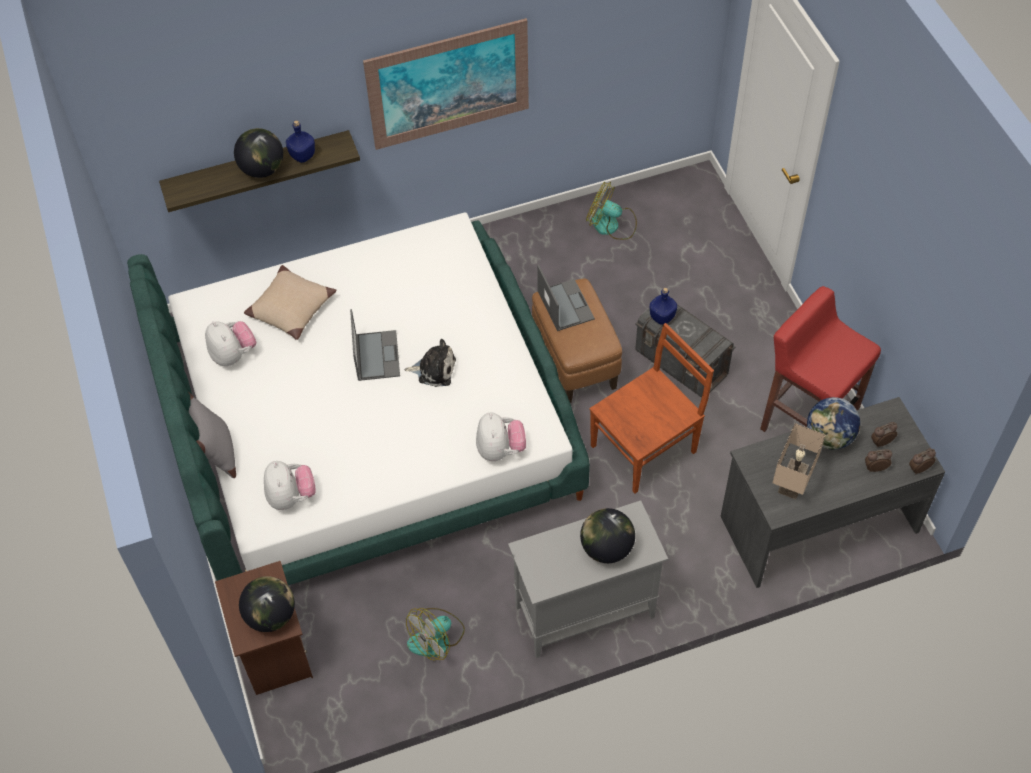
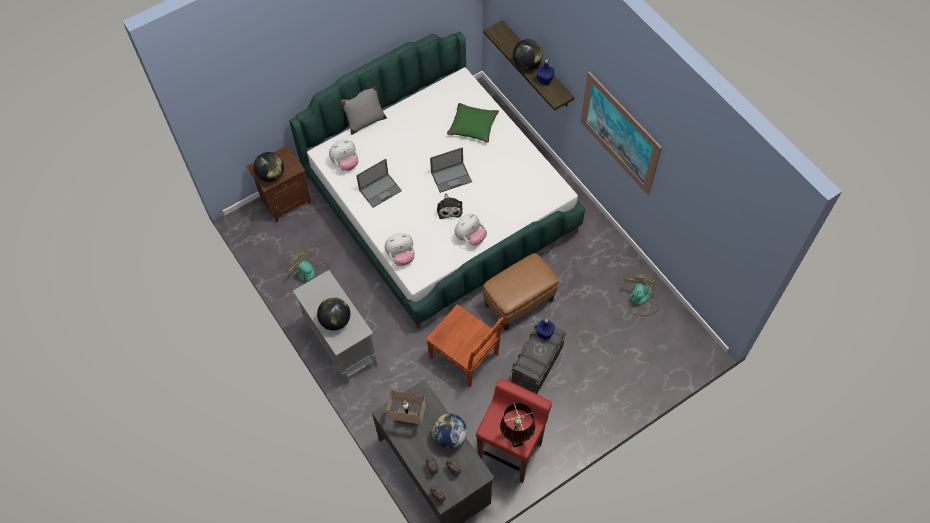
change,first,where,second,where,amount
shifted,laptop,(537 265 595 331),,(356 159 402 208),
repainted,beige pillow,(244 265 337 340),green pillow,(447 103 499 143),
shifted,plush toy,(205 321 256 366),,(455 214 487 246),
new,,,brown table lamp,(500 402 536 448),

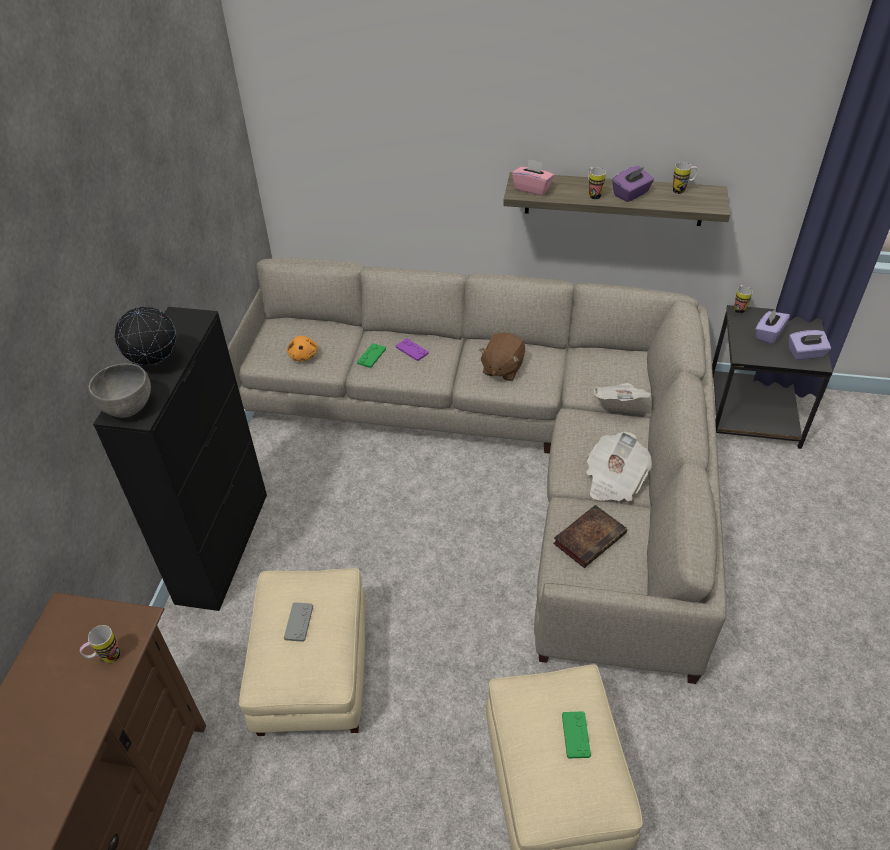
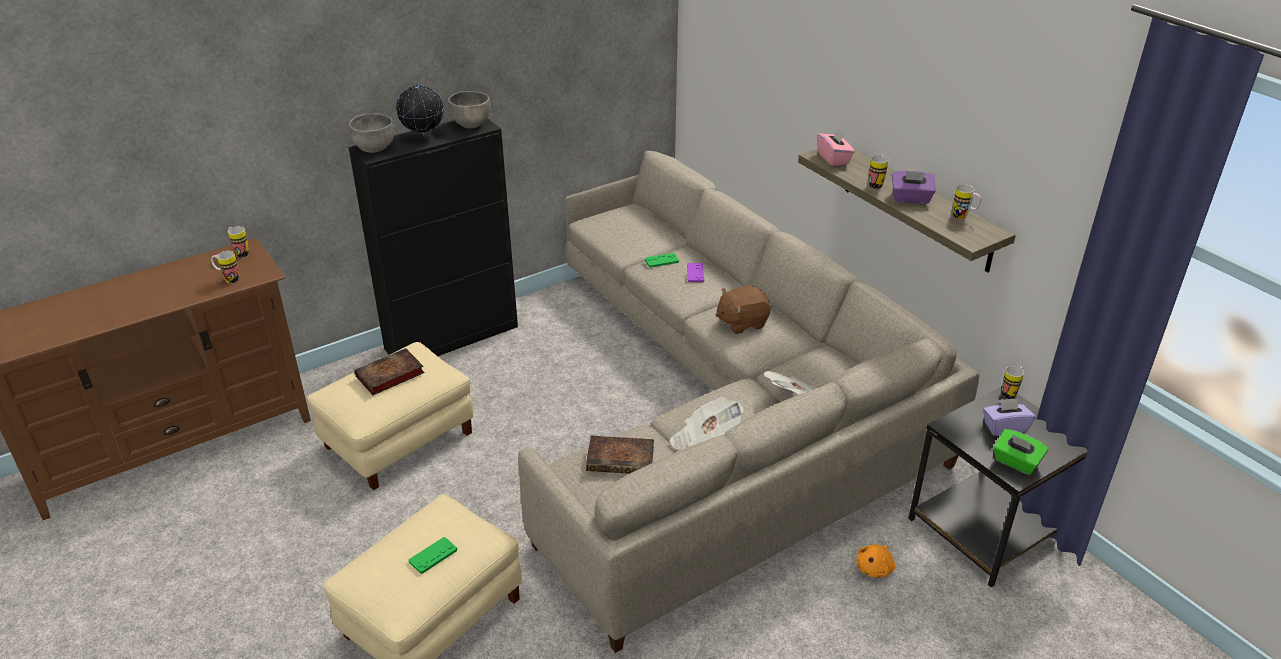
change,first,where,second,where,amount
new,,,mug,(228 226 249 258),
swapped,grey game controller,(284 602 313 642),book,(354 348 425 395),
new,,,grey bowl,(447 91 491 128),
shifted,orange plush toy,(287 336 318 361),,(856 544 896 578),
repainted,purple tissue box,(789 330 831 360),green tissue box,(994 429 1049 475),

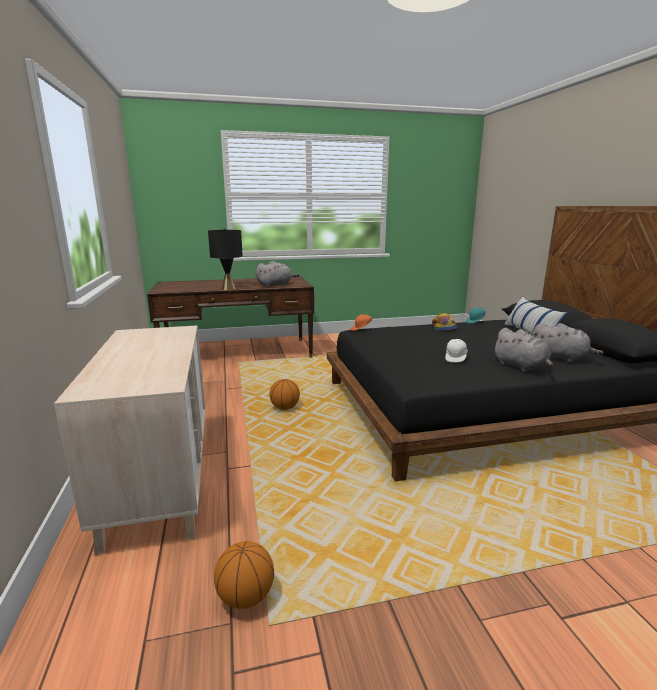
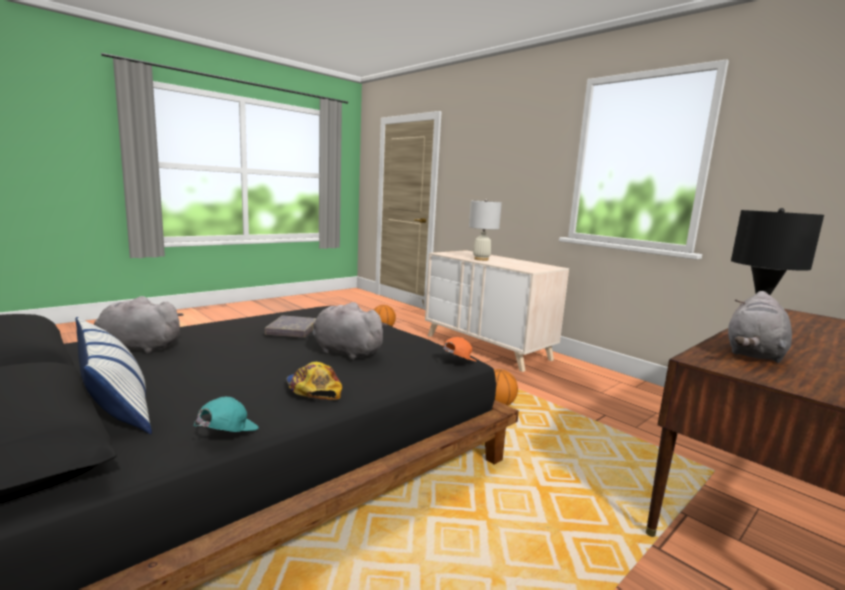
change,first,where,second,where,amount
swapped,white cap,(445 338 468 363),grey book,(265 316 317 337),
shifted,grey plush toy,(493 328 553 372),,(313 302 388 360),
new,,,white table lamp,(469 199 502 261),

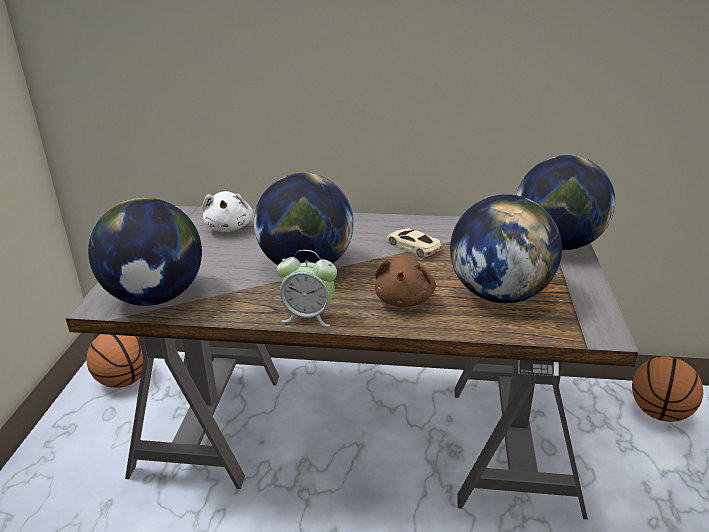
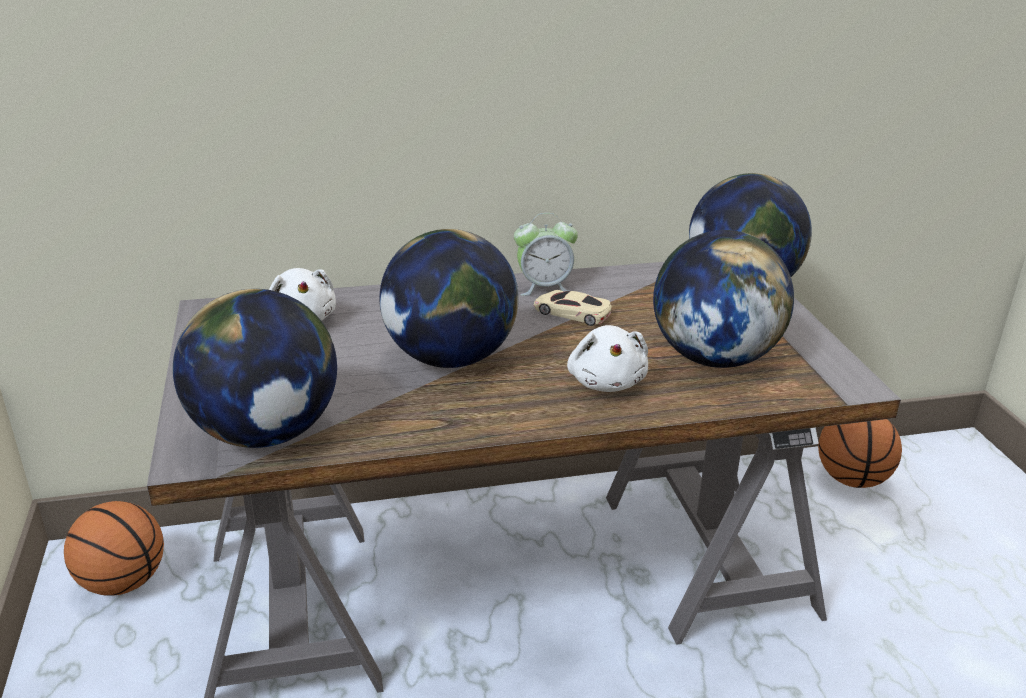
change,first,where,second,where,amount
shifted,alarm clock,(277 250 337 327),,(514 213 578 296),
repainted,brown plush toy,(375 257 436 307),white plush toy,(567 325 648 392),

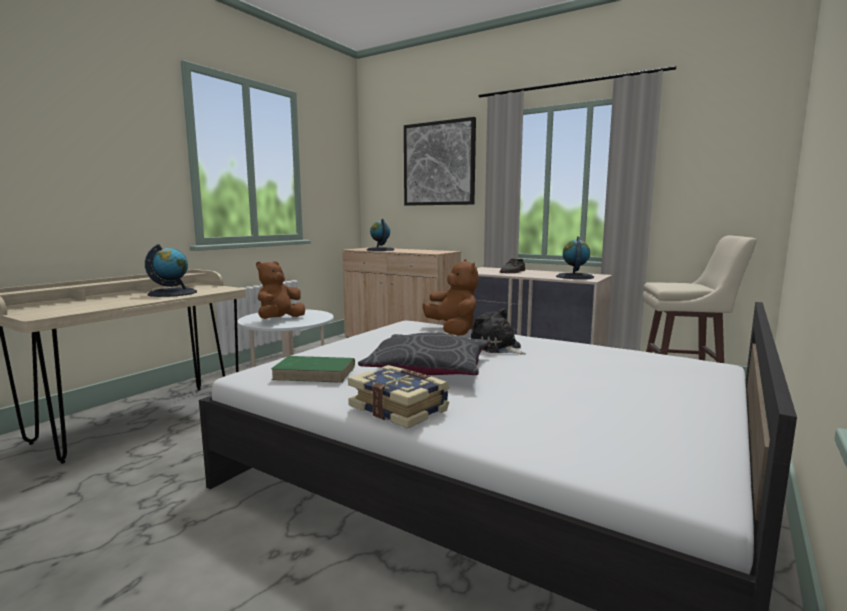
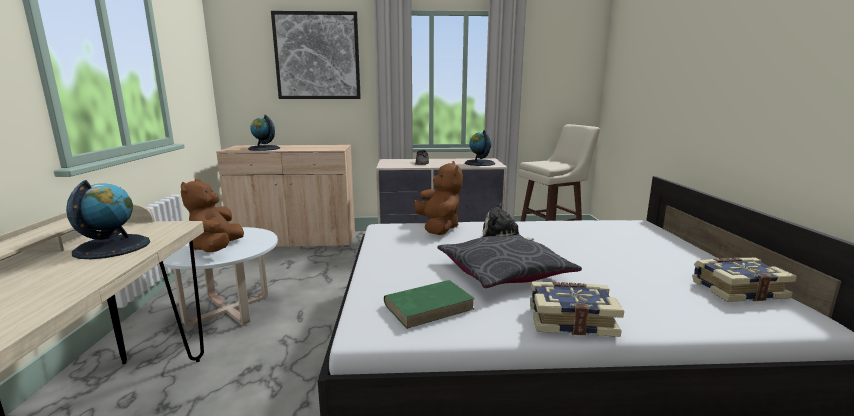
change,first,where,second,where,amount
rotated,brown plush toy,(423 259 479 336),,(414 161 463 235),45 degrees clockwise
new,,,book,(692 258 797 302),

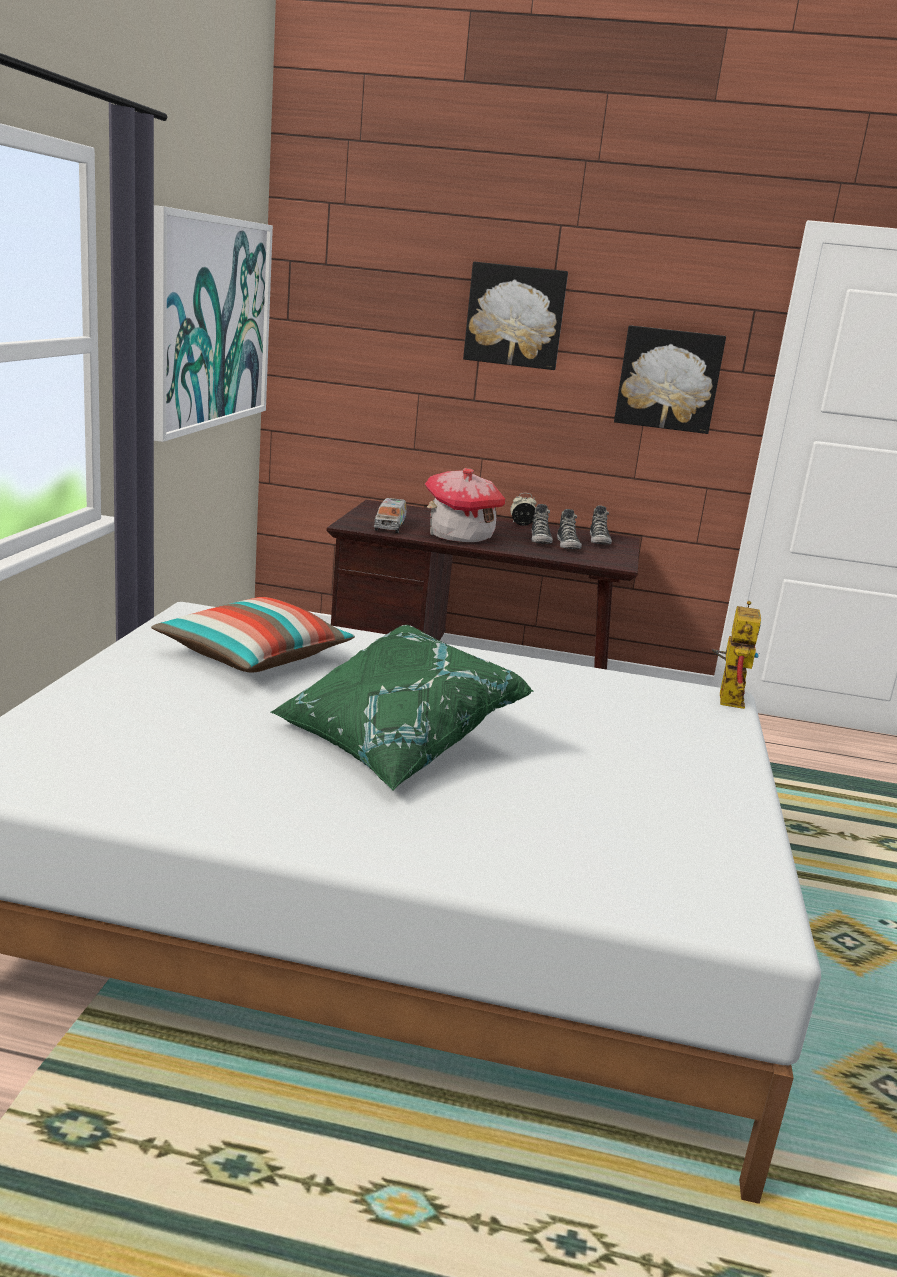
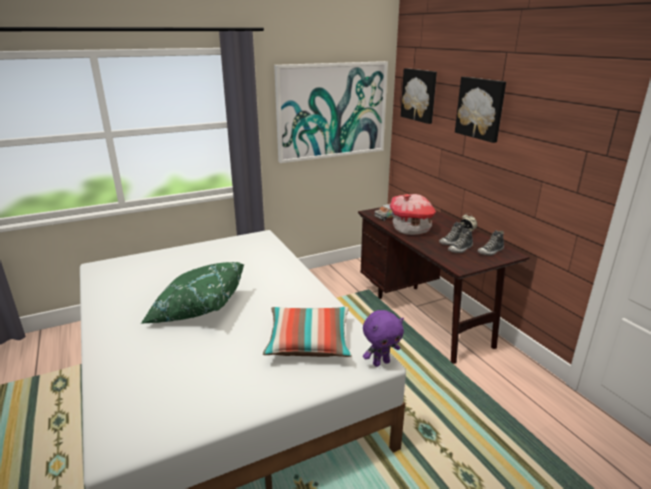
change,first,where,second,where,amount
shifted,pillow,(151 597 355 673),,(263 307 352 357),
swapped,toy robot,(711 601 761 709),purple plush toy,(363 310 404 367),
shifted,picture,(614 325 726 434),,(401 68 437 124),

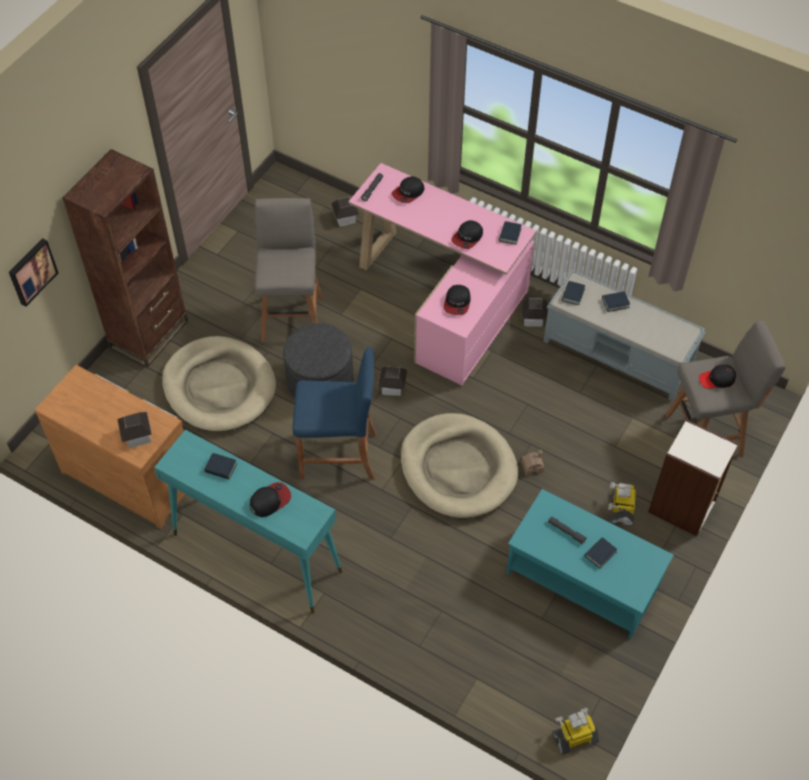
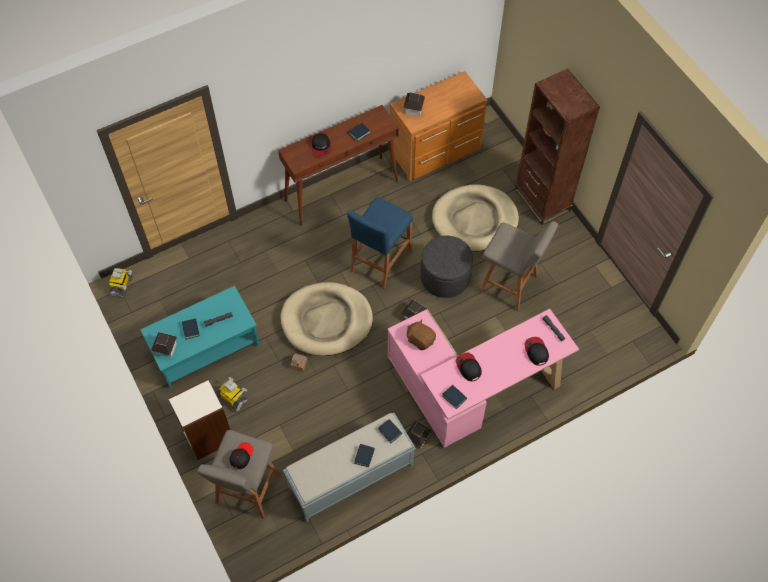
change,first,where,second,where,amount
shifted,toy house,(331 197 359 227),,(151 332 177 357),
repainted,turquoise console table,(154 430 342 614),brown console table,(278 105 399 226),
swapped,cap,(444 285 471 315),brown plush toy,(407 319 436 350),
gone,picture,(9 238 58 307),,,

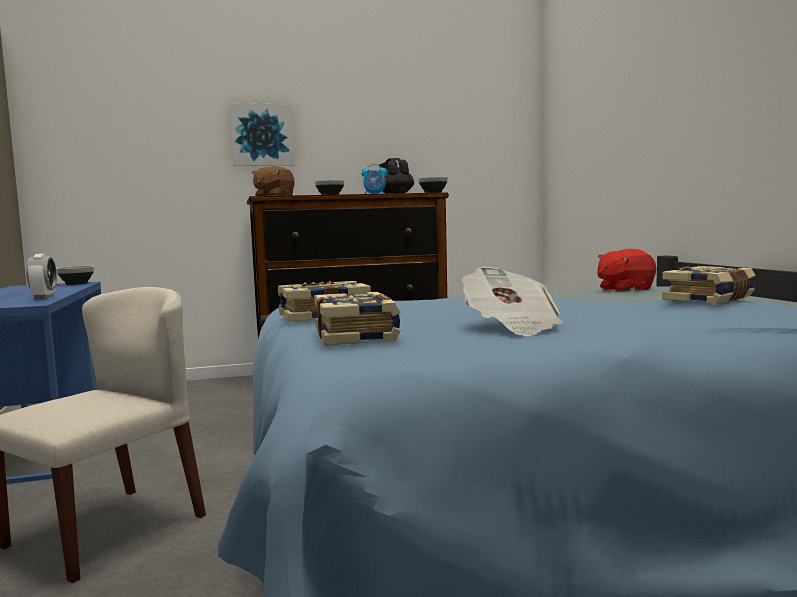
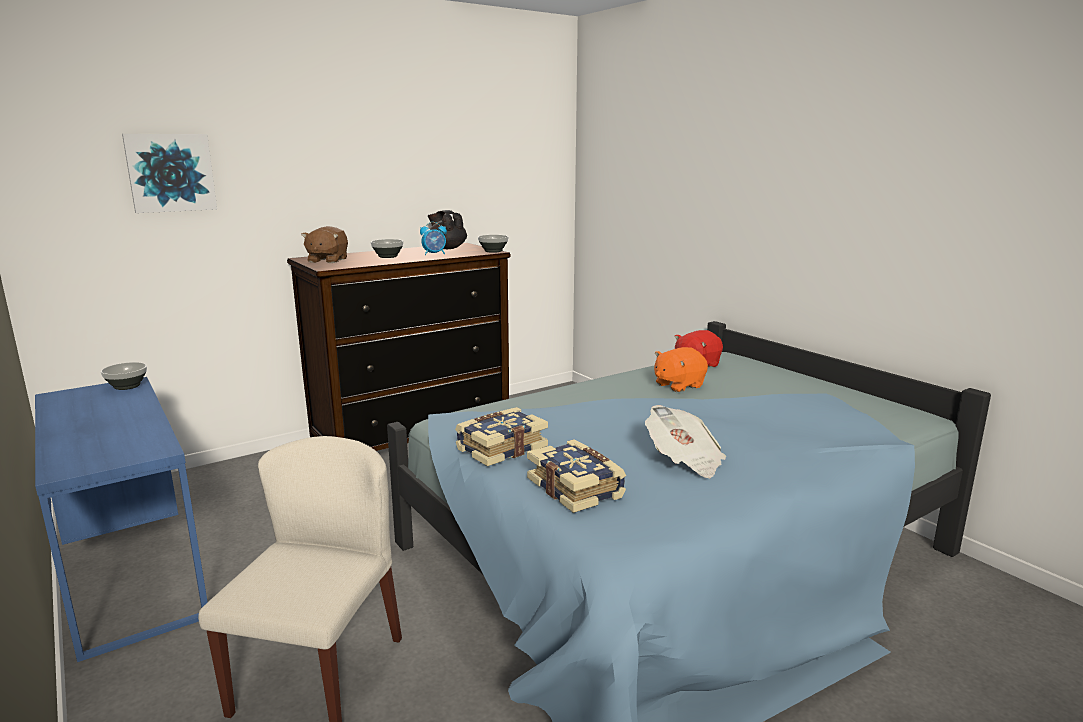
change,first,where,second,where,amount
shifted,picture,(230 103 294 166),,(122 134 217 213),
new,,,orange plush toy,(654 347 708 392),
gone,alarm clock,(26 254 57 300),,,
gone,book,(662 266 755 304),,,

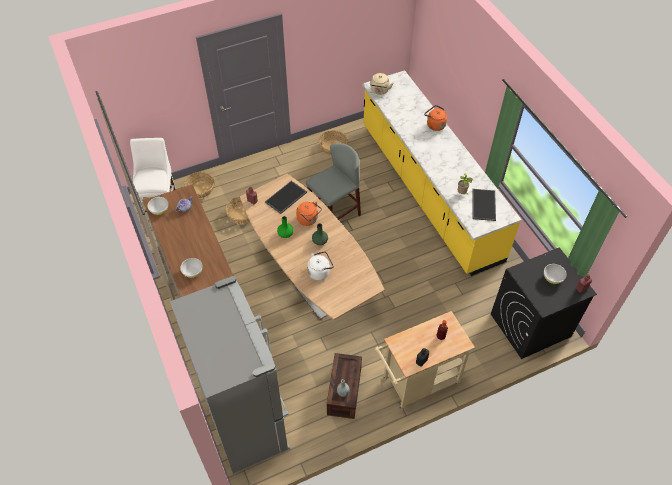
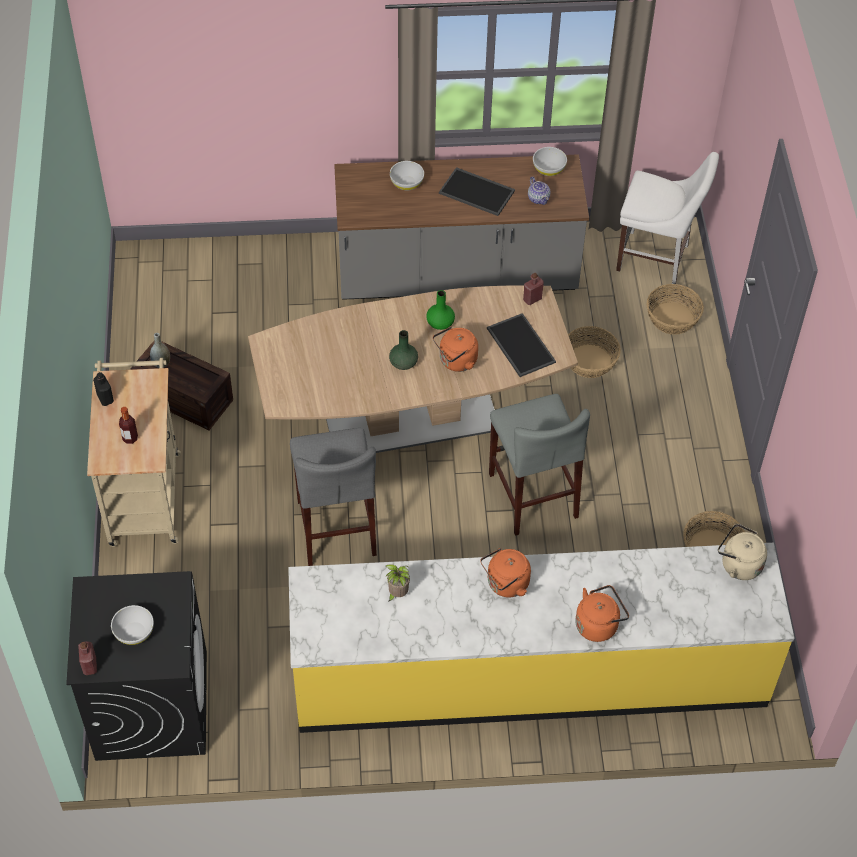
change,first,where,second,where,amount
new,,,grey stool,(290 428 377 566),
shifted,tray,(472 189 496 221),,(439 167 515 216),
new,,,orange kettle,(480 548 531 597),
gone,grey fridge,(170 276 290 474),,,
gone,white kettle,(307 251 334 280),,,

